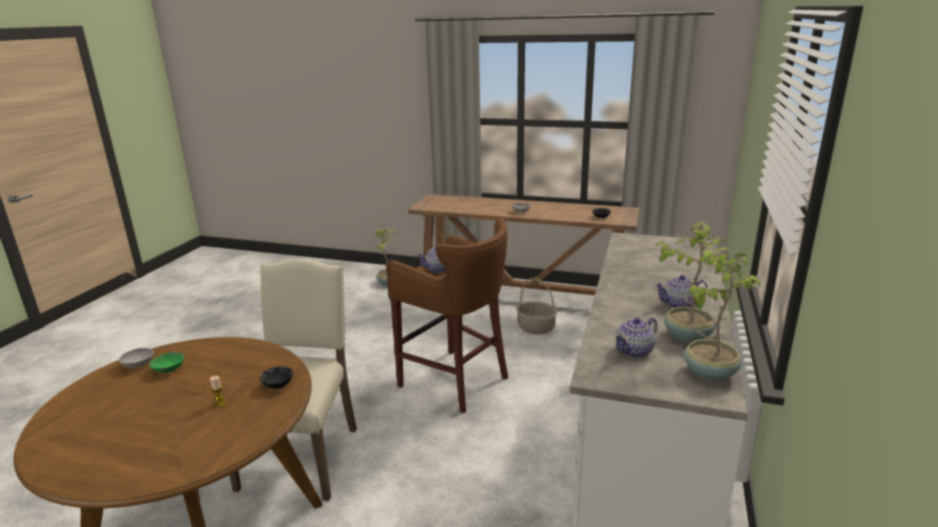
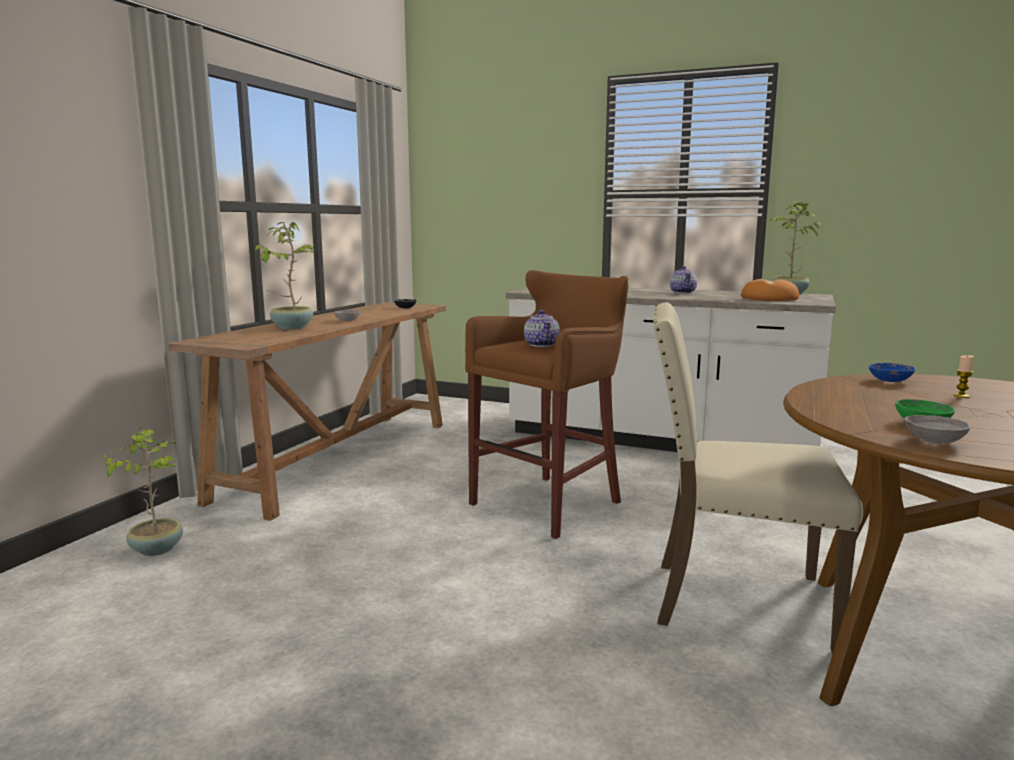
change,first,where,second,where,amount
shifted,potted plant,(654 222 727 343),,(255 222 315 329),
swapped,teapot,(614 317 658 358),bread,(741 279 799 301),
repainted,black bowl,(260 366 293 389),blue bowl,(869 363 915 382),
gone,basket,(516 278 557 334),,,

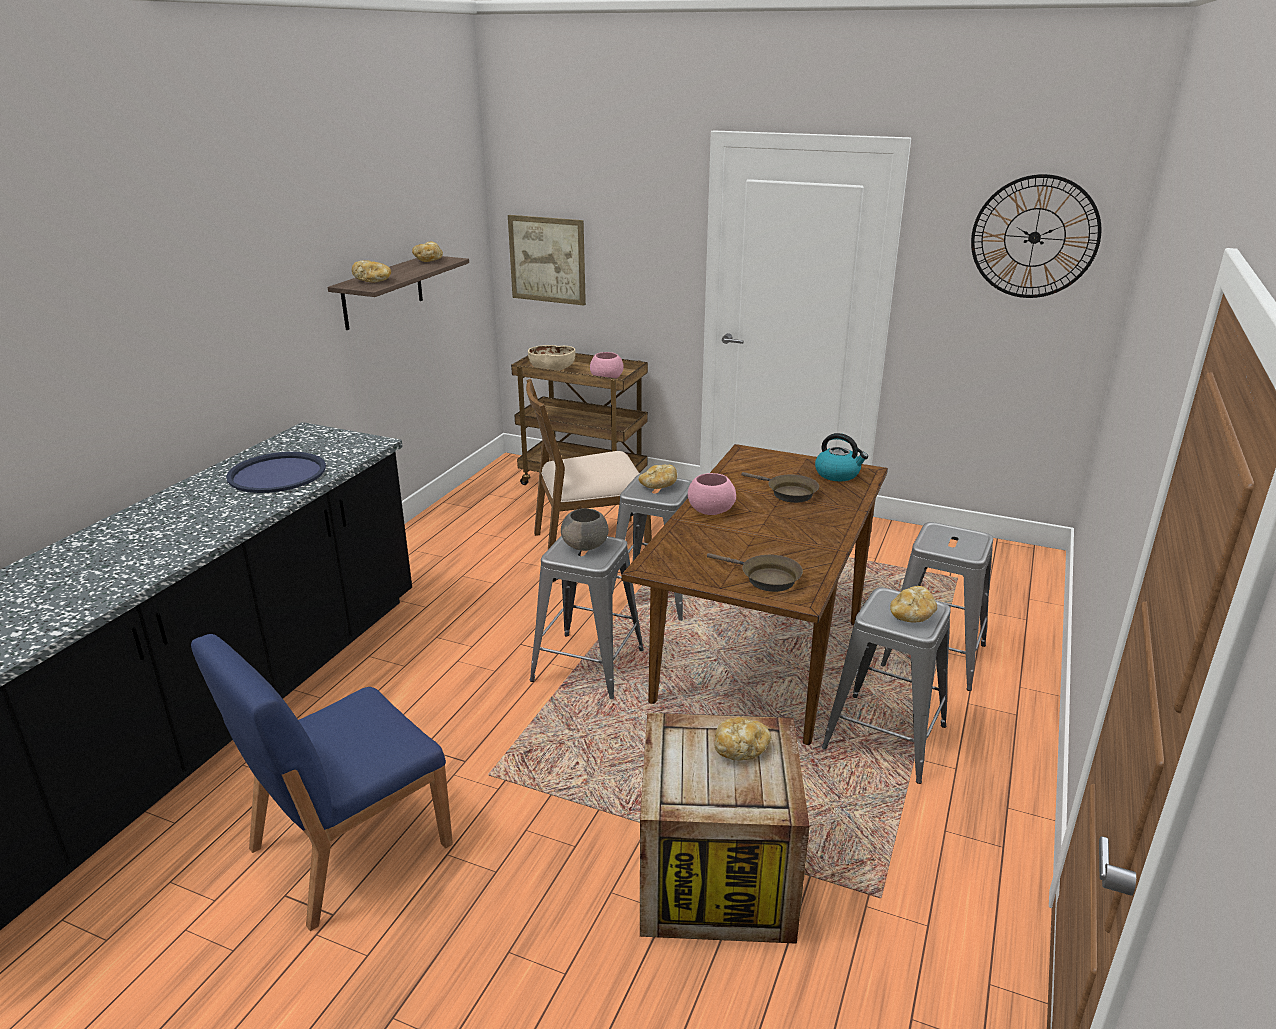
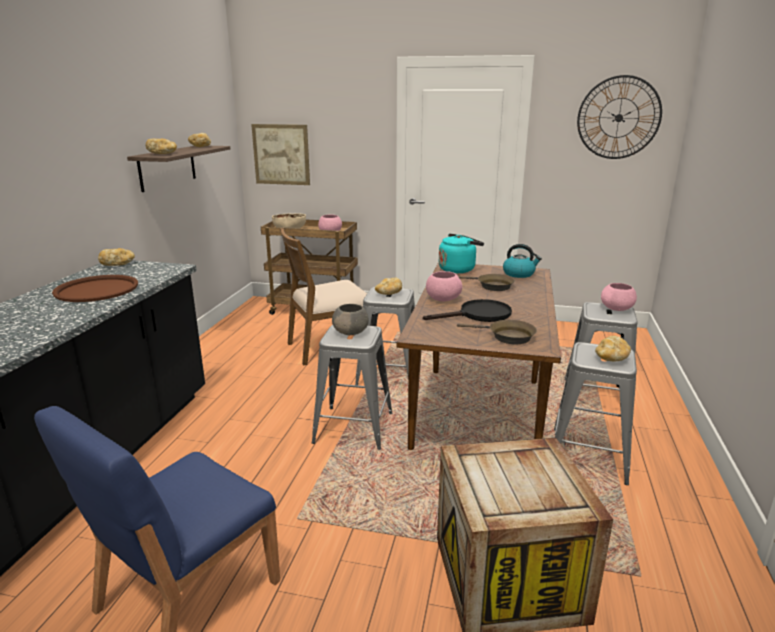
change,first,where,second,where,amount
repainted,blue tray,(226 452 326 493),brown tray,(52 275 138 302),
shifted,bread,(714 717 771 760),,(98 248 135 266),
new,,,black frying pan,(423 299 512 322),
new,,,turquoise kettle,(439 234 484 273),
new,,,pink bowl,(601 283 637 311),

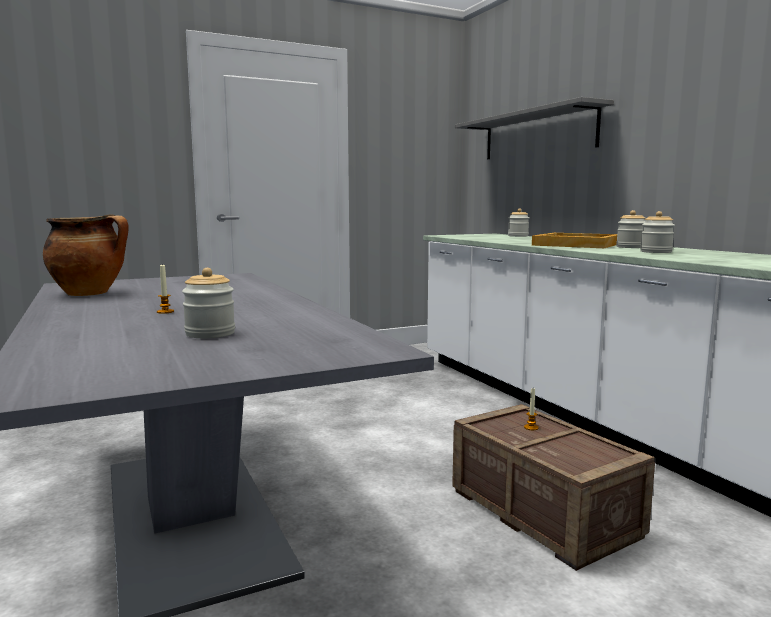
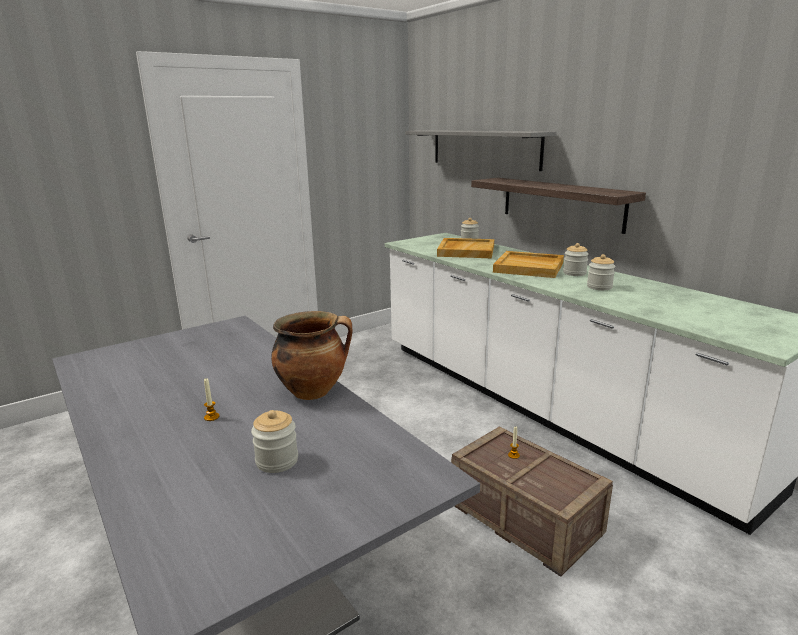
change,first,where,second,where,amount
shifted,cooking pot,(43 214 129 296),,(271 311 353 400),
new,,,beige tray,(437 238 494 258),
new,,,shelf,(471 178 646 234),

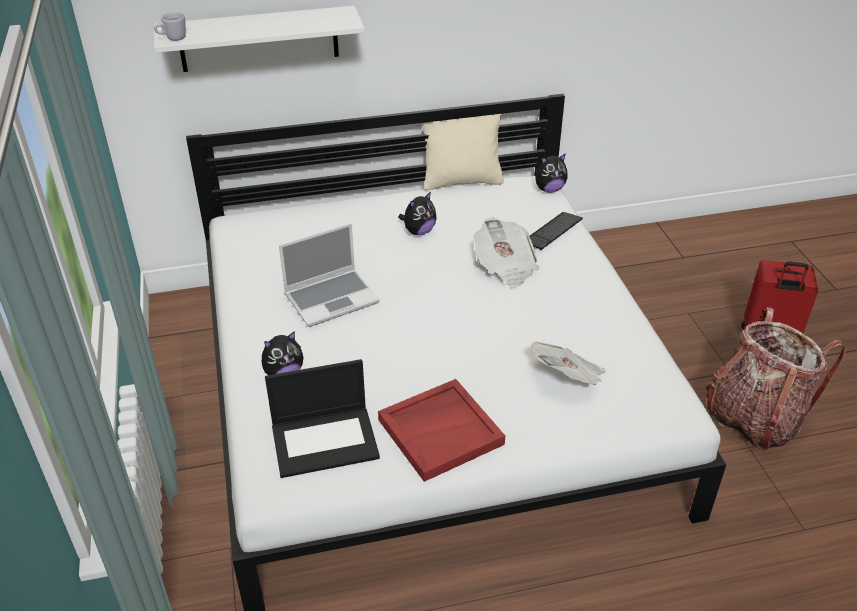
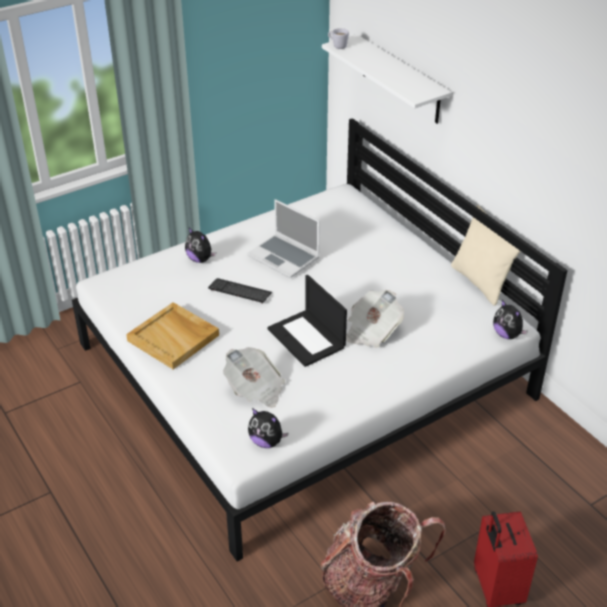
change,first,where,second,where,amount
repainted,red tray,(378 379 505 482),beige tray,(126 302 219 369),
shifted,keyboard,(529 212 583 250),,(208 278 272 303),
shifted,plush toy,(398 191 436 235),,(248 408 288 448),
shifted,laptop,(265 359 380 478),,(267 275 347 367),

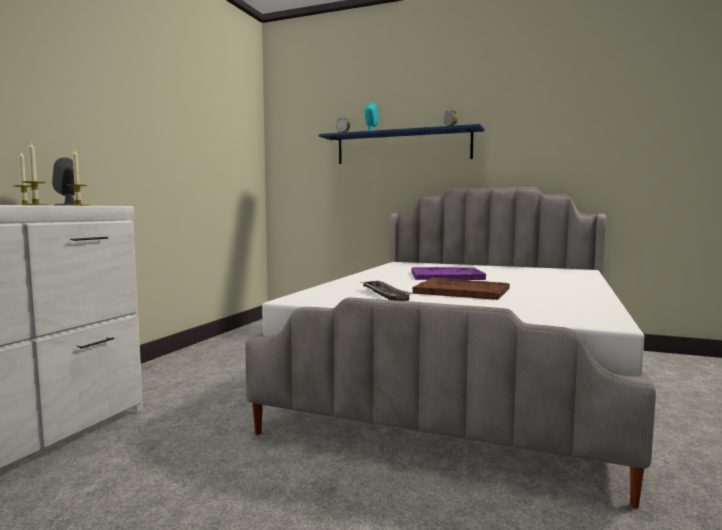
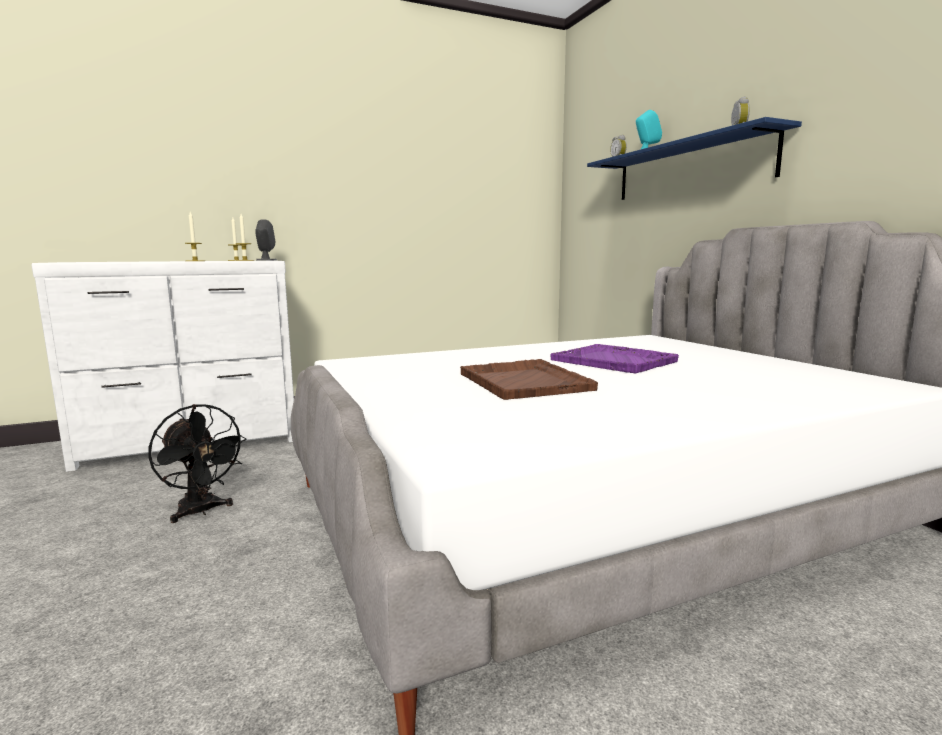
change,first,where,second,where,amount
new,,,black fan,(149 404 246 523),
gone,tray,(362 280 413 301),,,

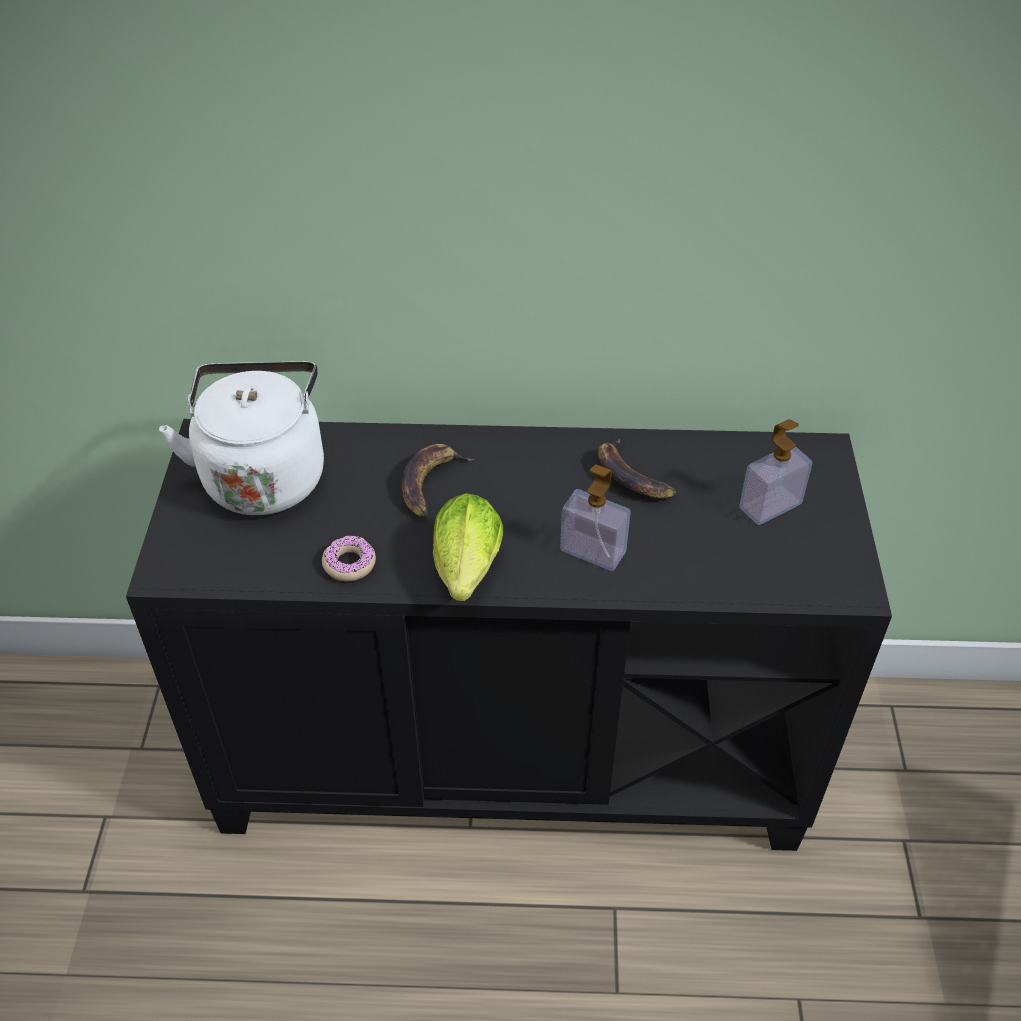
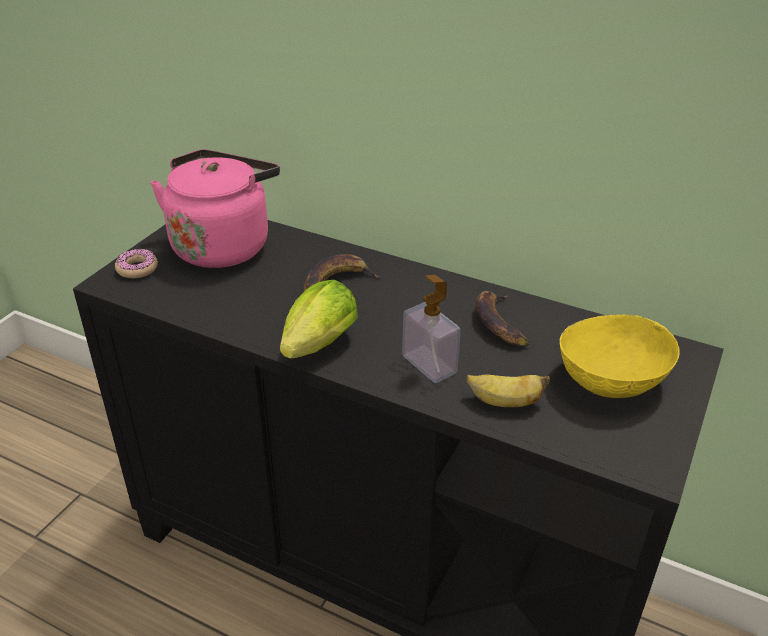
change,first,where,second,where,amount
shifted,donut,(322 535 376 581),,(115 249 158 278),
repainted,white kettle,(159 361 324 515),pink kettle,(151 149 280 268),
new,,,banana,(466 375 550 407),
swapped,soap dispenser,(740 419 812 525),yellow bowl,(559 314 680 398),

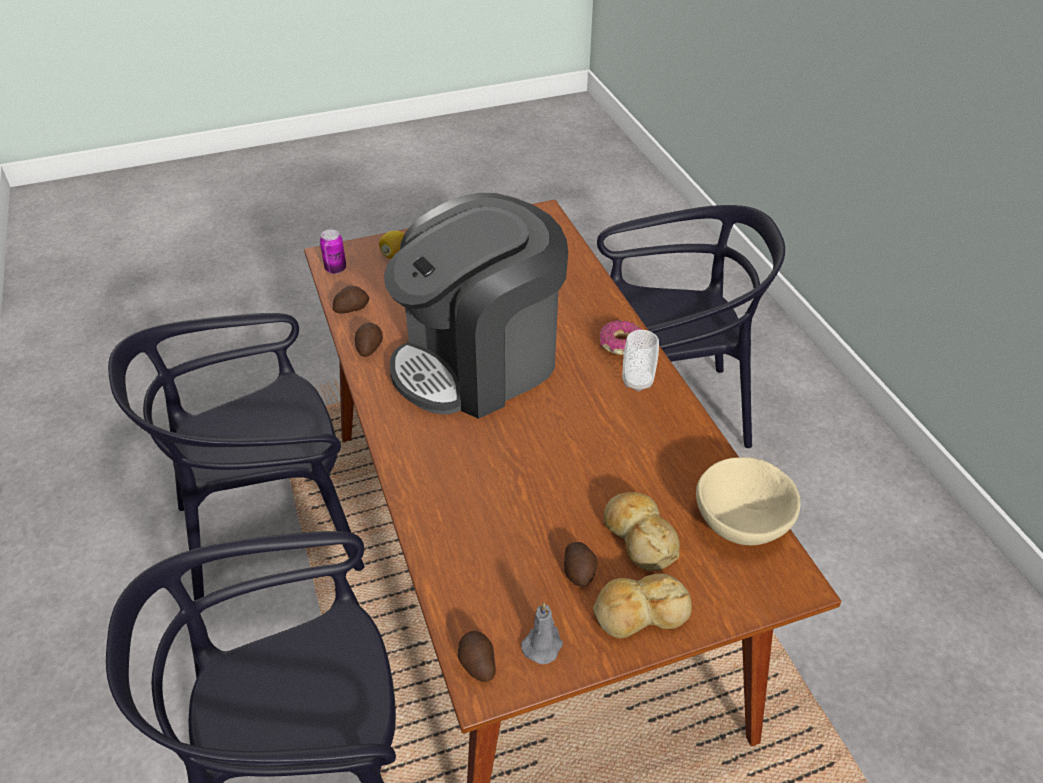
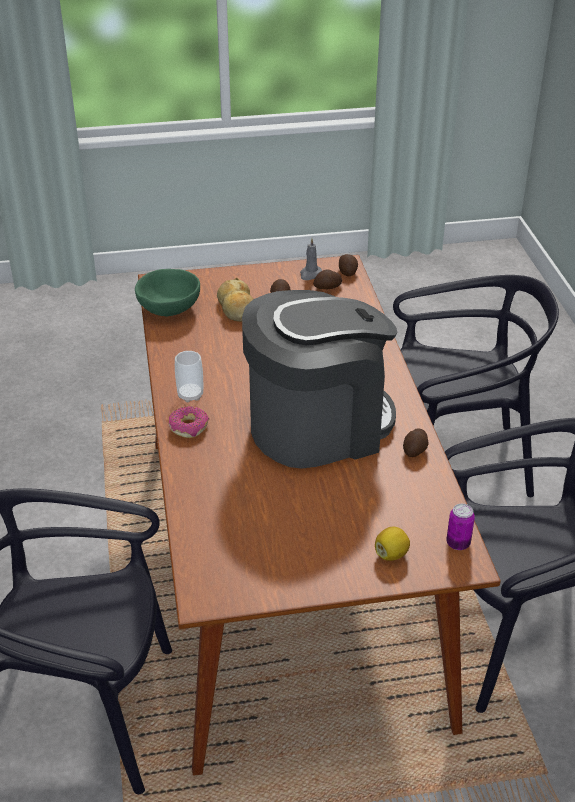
change,first,where,second,where,amount
repainted,beige bowl,(696 457 800 545),green bowl,(135 269 200 317),
shifted,potato,(333 286 369 314),,(313 269 342 290),
gone,bread,(593 573 692 639),,,

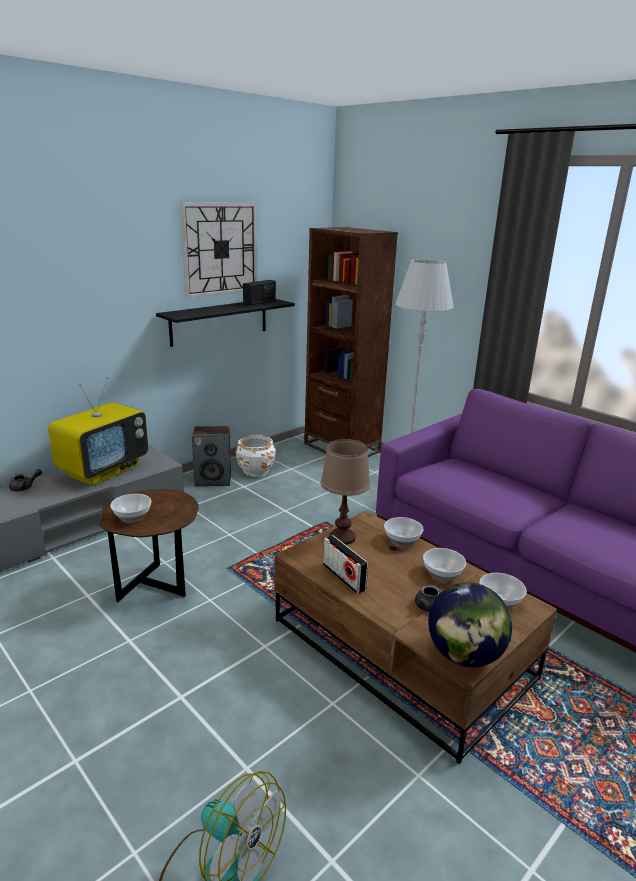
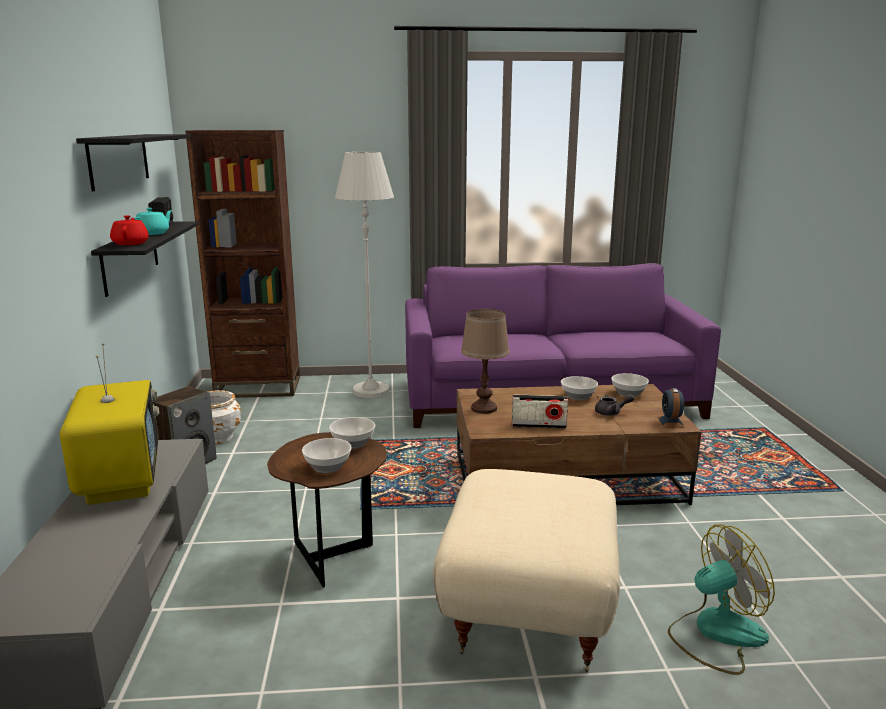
change,first,where,second,where,amount
swapped,wall clock,(180 203 257 298),black shelf,(76 134 191 191),
new,,,red teapot,(110 215 149 245),
new,,,turquoise teapot,(130 208 173 235),
shifted,bowl,(384 517 424 547),,(329 417 375 449),
new,,,beige ottoman,(433 469 620 672),
swapped,globe,(428 582 512 667),alarm clock,(658 388 685 428),
gone,grey teapot,(9 469 42 491),,,

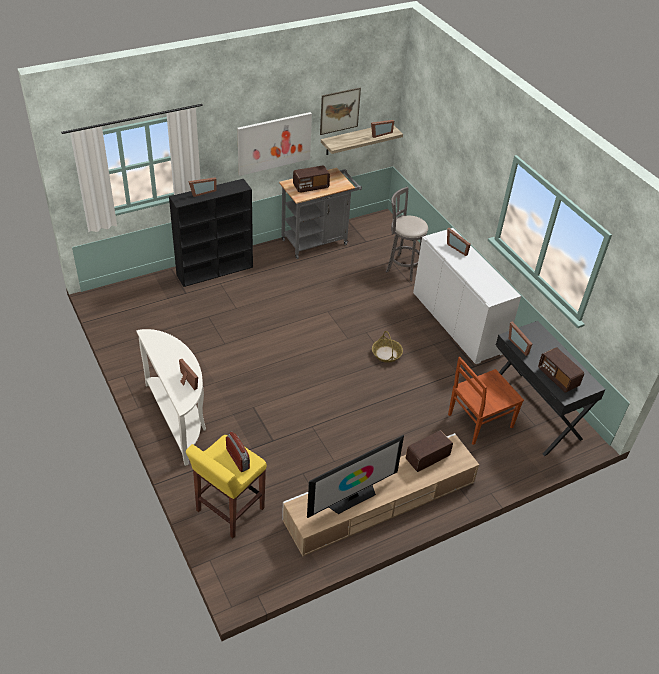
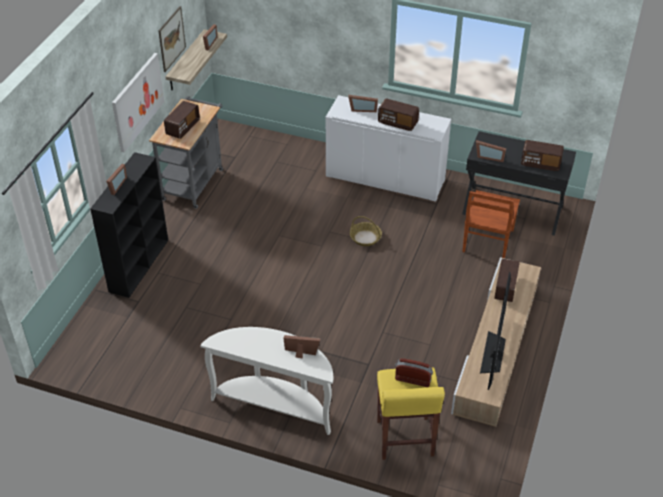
change,first,where,second,where,amount
new,,,radio,(378 99 419 131),
gone,grey stool,(386 187 428 281),,,

